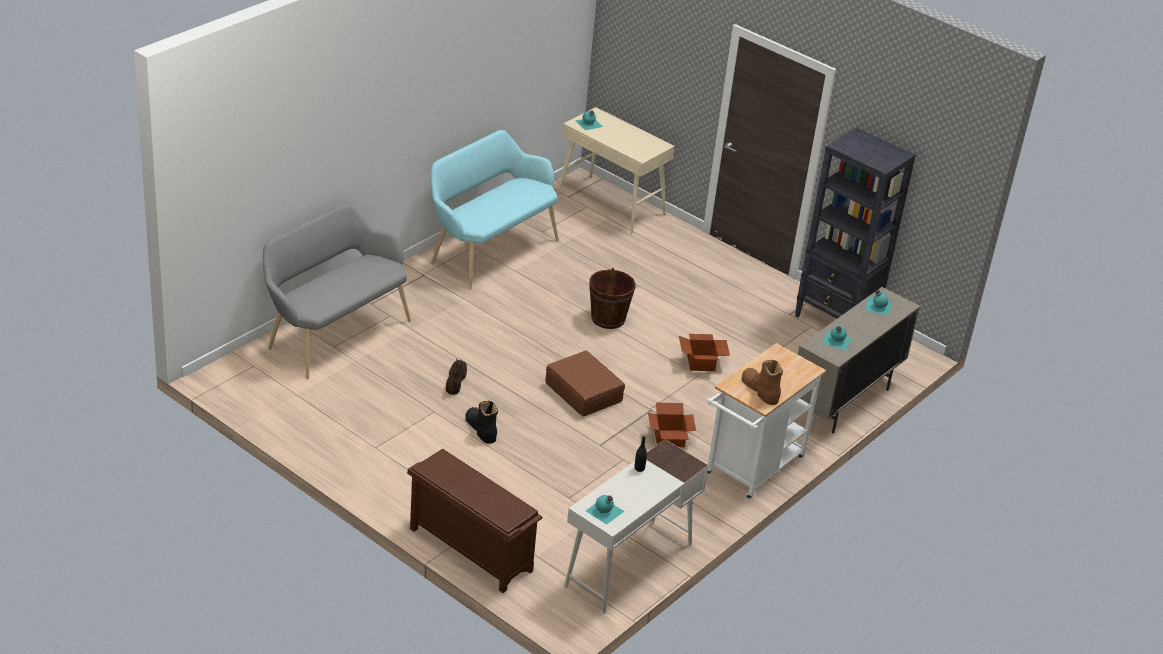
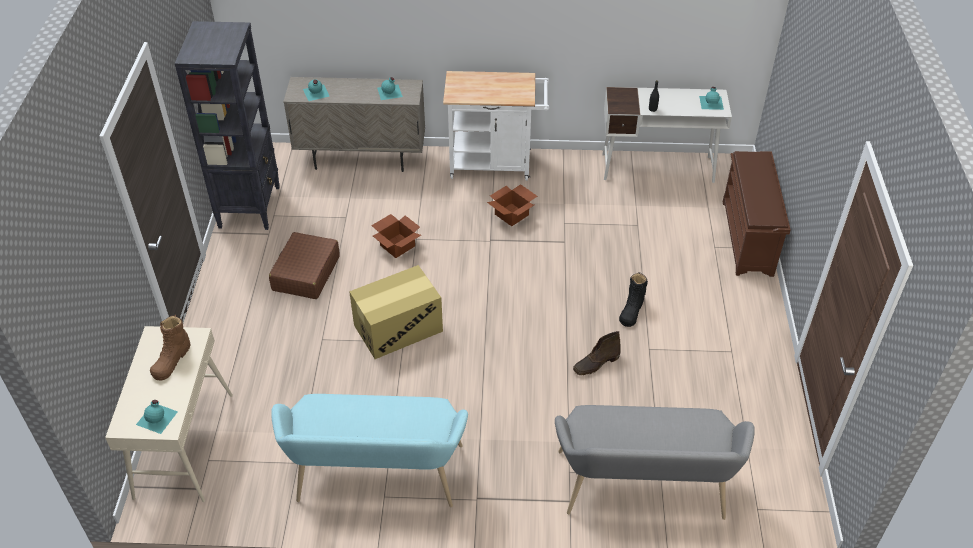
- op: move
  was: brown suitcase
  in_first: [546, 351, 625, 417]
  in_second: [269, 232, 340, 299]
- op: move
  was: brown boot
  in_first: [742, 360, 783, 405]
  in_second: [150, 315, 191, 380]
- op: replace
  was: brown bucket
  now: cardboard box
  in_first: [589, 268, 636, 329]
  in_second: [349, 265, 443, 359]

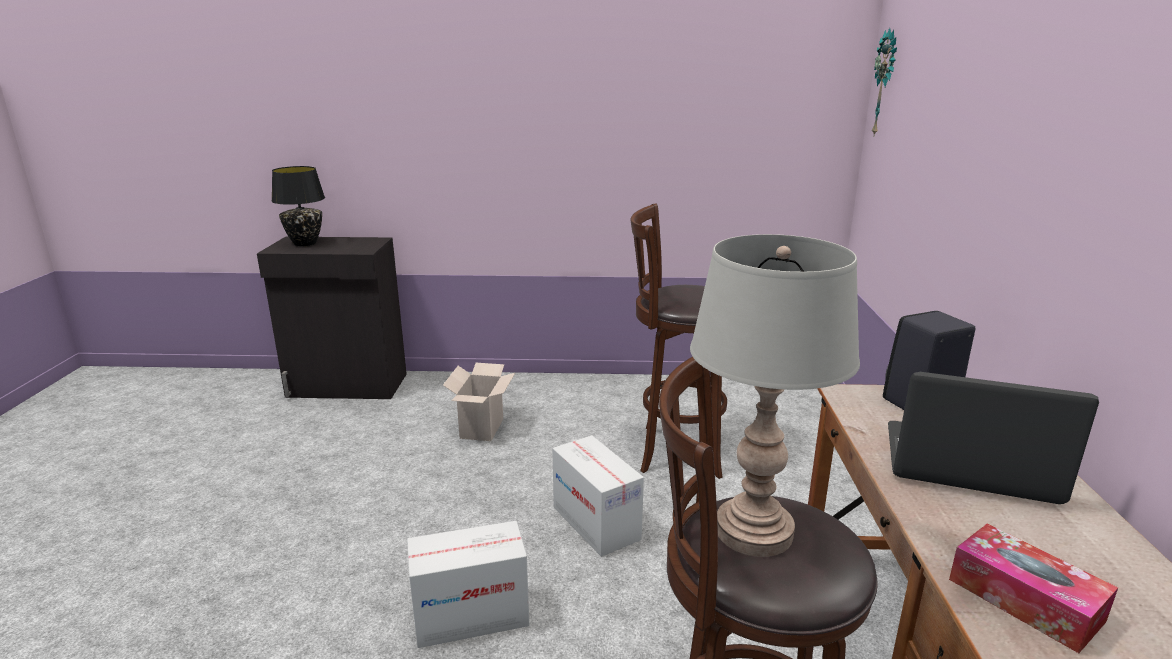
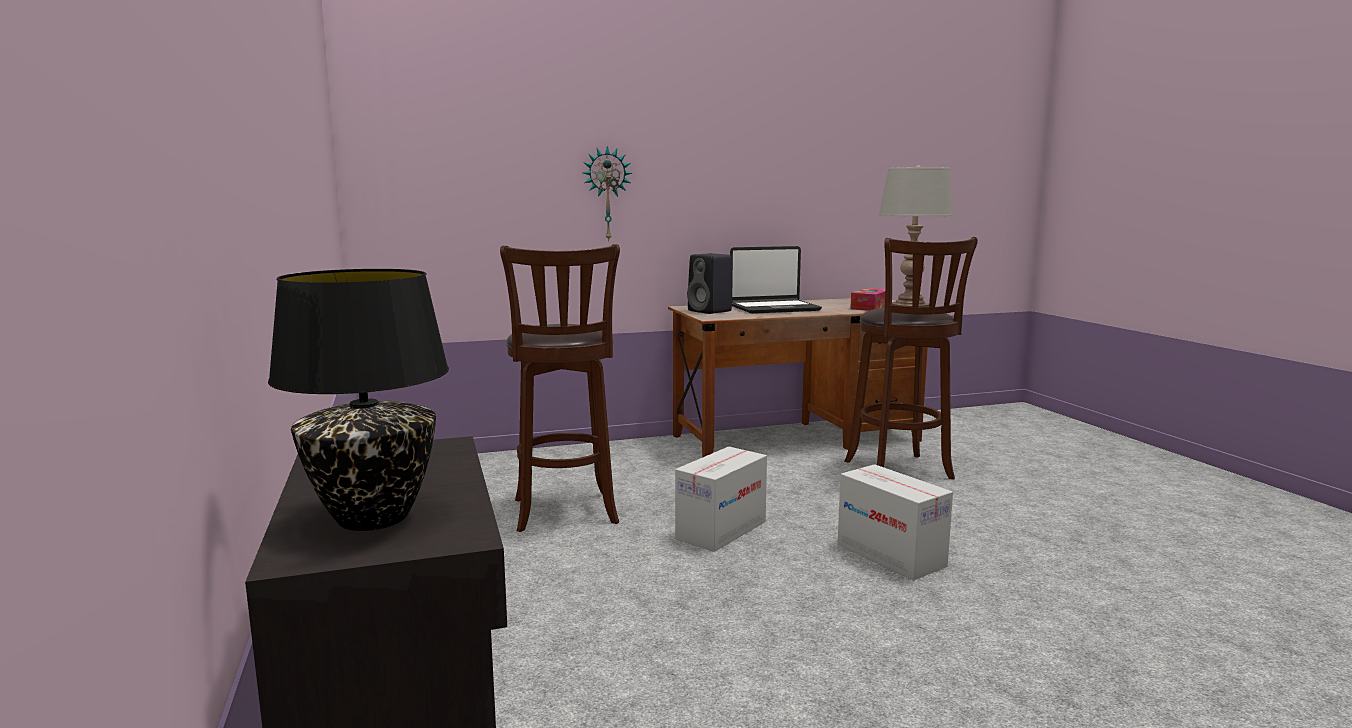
- op: delete
  was: cardboard box
  in_first: [443, 363, 515, 441]
- op: move
  was: wall clock
  in_first: [872, 28, 897, 135]
  in_second: [582, 146, 632, 242]
- op: rotate
  was: laptop
  in_first: [888, 372, 1099, 504]
  in_second: [730, 246, 822, 314]
  clockwise: -105

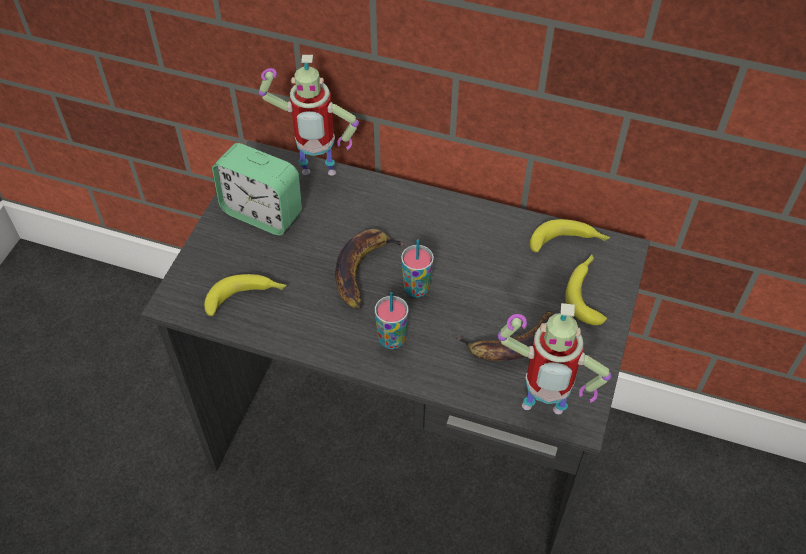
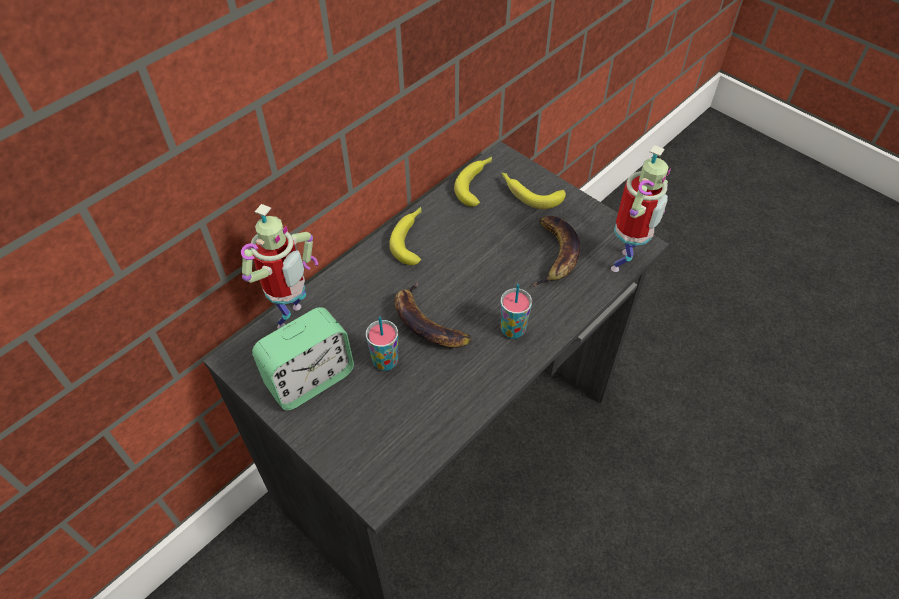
- op: move
  was: banana
  in_first: [204, 274, 287, 316]
  in_second: [389, 207, 422, 265]
- op: move
  was: cup
  in_first: [401, 239, 434, 298]
  in_second: [366, 316, 398, 371]

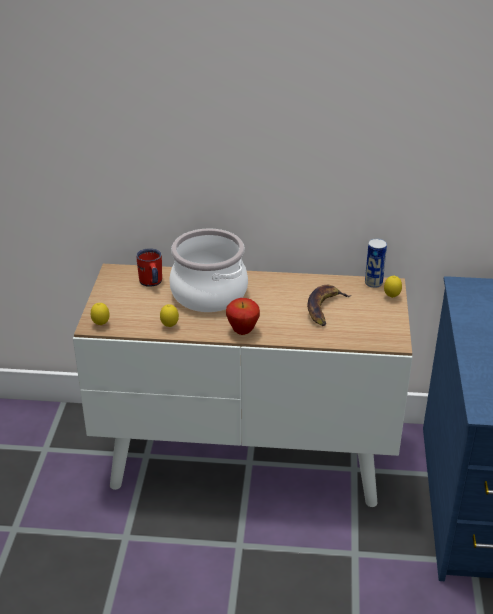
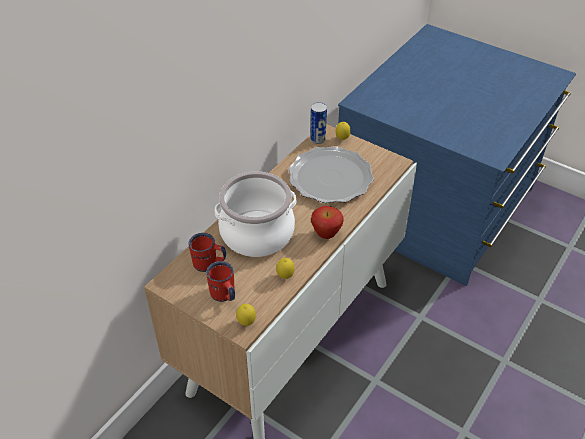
- op: insert
  now: red mug
  in_second: [206, 261, 235, 302]
- op: replace
  was: banana
  now: plate
  in_first: [307, 285, 351, 326]
  in_second: [288, 146, 374, 203]

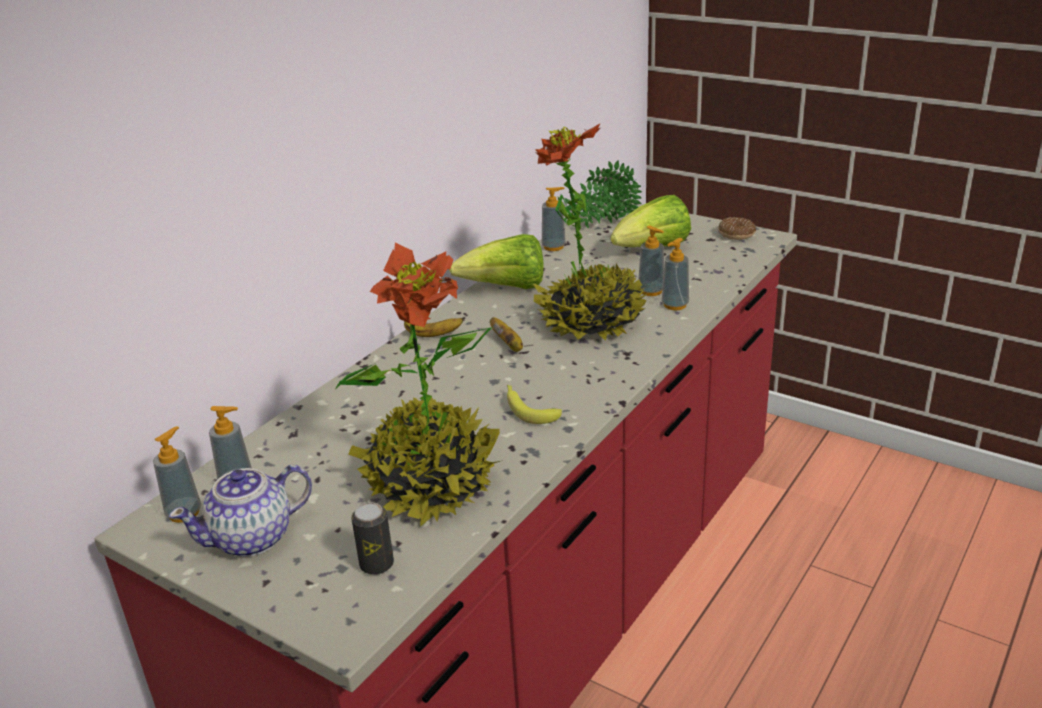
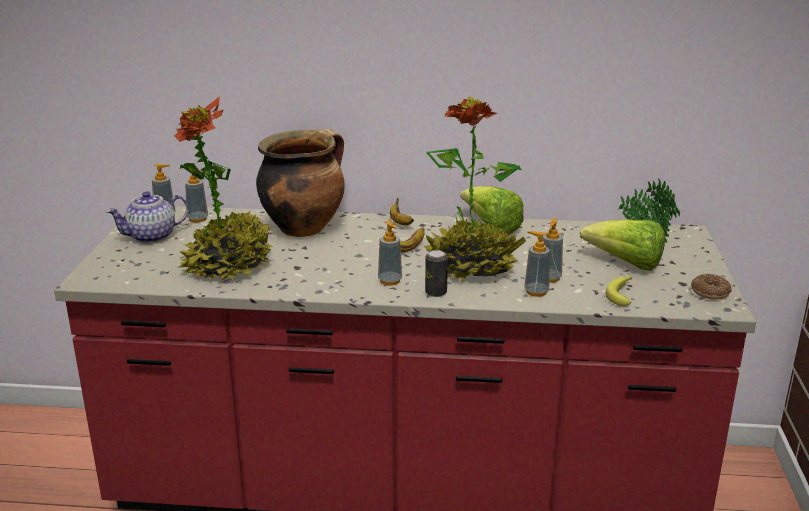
- op: insert
  now: cooking pot
  in_second: [256, 129, 345, 237]
- op: move
  was: can
  in_first: [351, 502, 394, 575]
  in_second: [425, 250, 448, 297]
- op: move
  was: banana
  in_first: [507, 385, 562, 424]
  in_second: [605, 275, 632, 306]
- op: move
  was: soap dispenser
  in_first: [542, 187, 566, 251]
  in_second: [378, 221, 402, 285]
- op: rotate
  was: teapot
  in_first: [169, 465, 312, 557]
  in_second: [106, 191, 189, 243]
  clockwise: -60

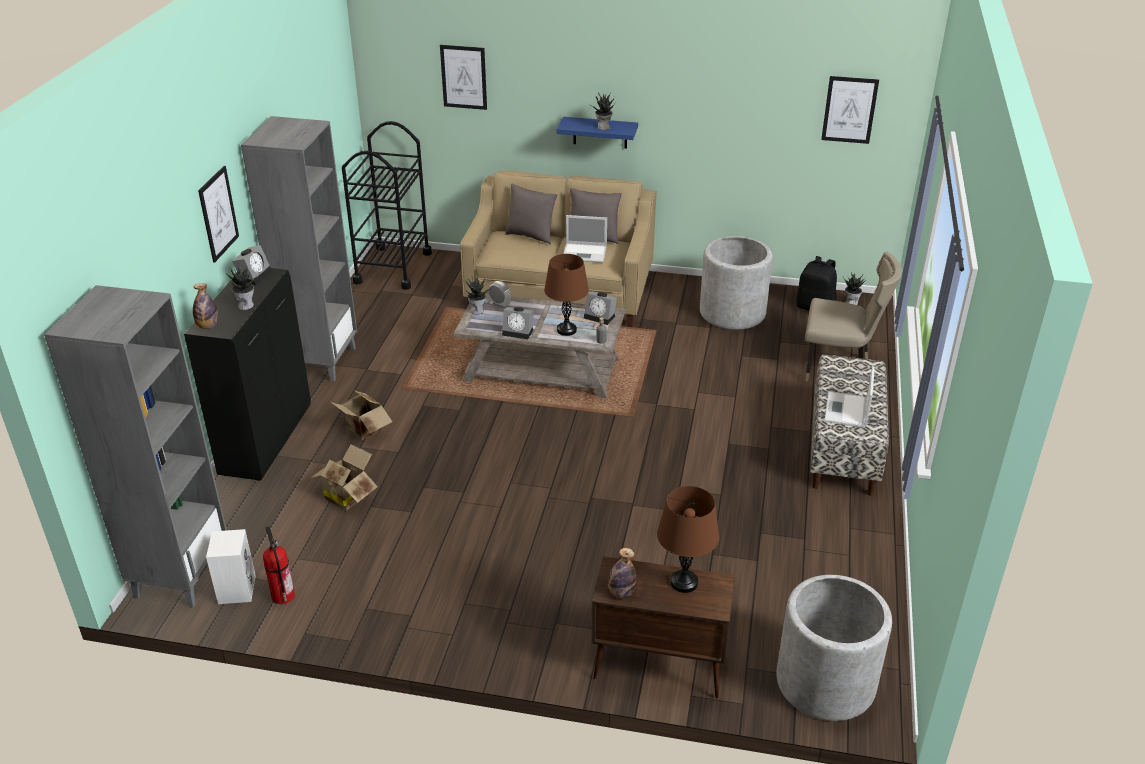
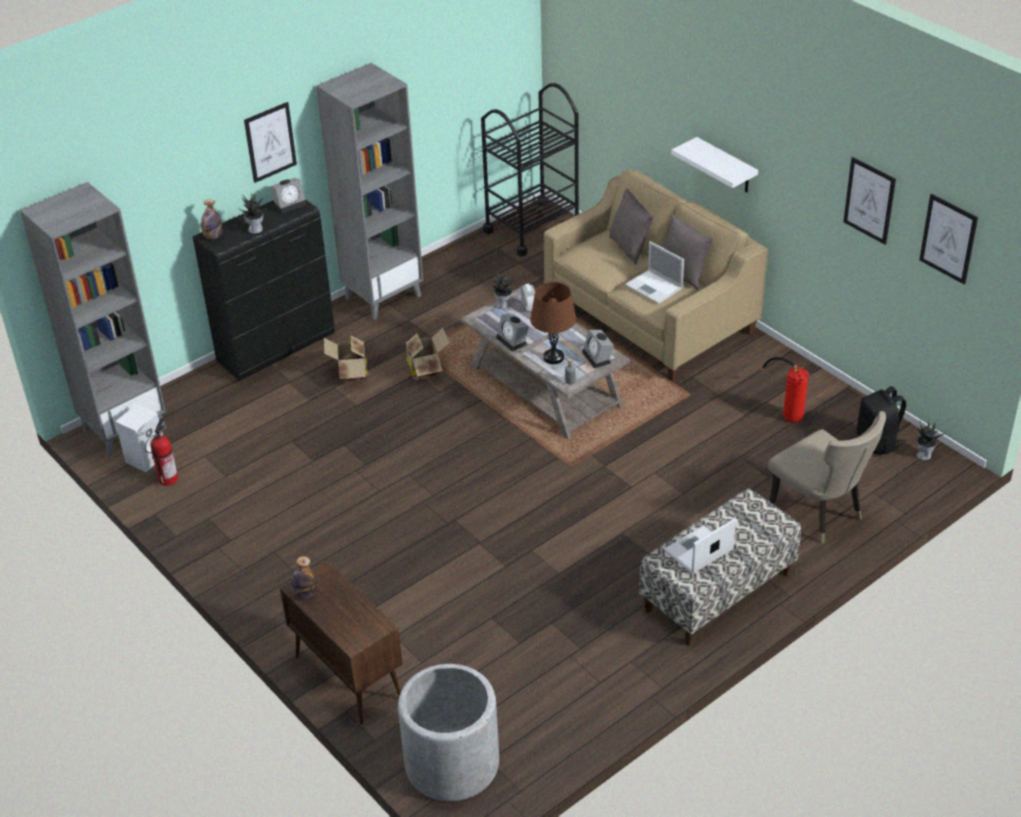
- op: delete
  was: potted plant
  in_first: [592, 92, 615, 130]
- op: delete
  was: brown table lamp
  in_first: [657, 486, 719, 593]
- op: move
  was: cardboard box
  in_first: [311, 444, 378, 510]
  in_second: [404, 328, 450, 380]
- op: move
  was: picture
  in_first: [440, 45, 487, 110]
  in_second: [843, 157, 896, 245]
- op: replace
  was: grey planter
  now: fire extinguisher
  in_first: [700, 236, 773, 330]
  in_second: [761, 357, 810, 423]
- op: recolor
  was: blue shelf
  now: white shelf
  in_first: [556, 117, 638, 149]
  in_second: [671, 137, 758, 193]

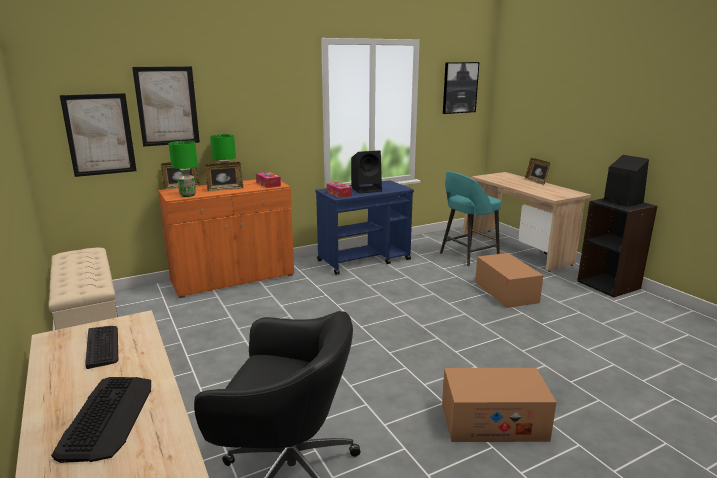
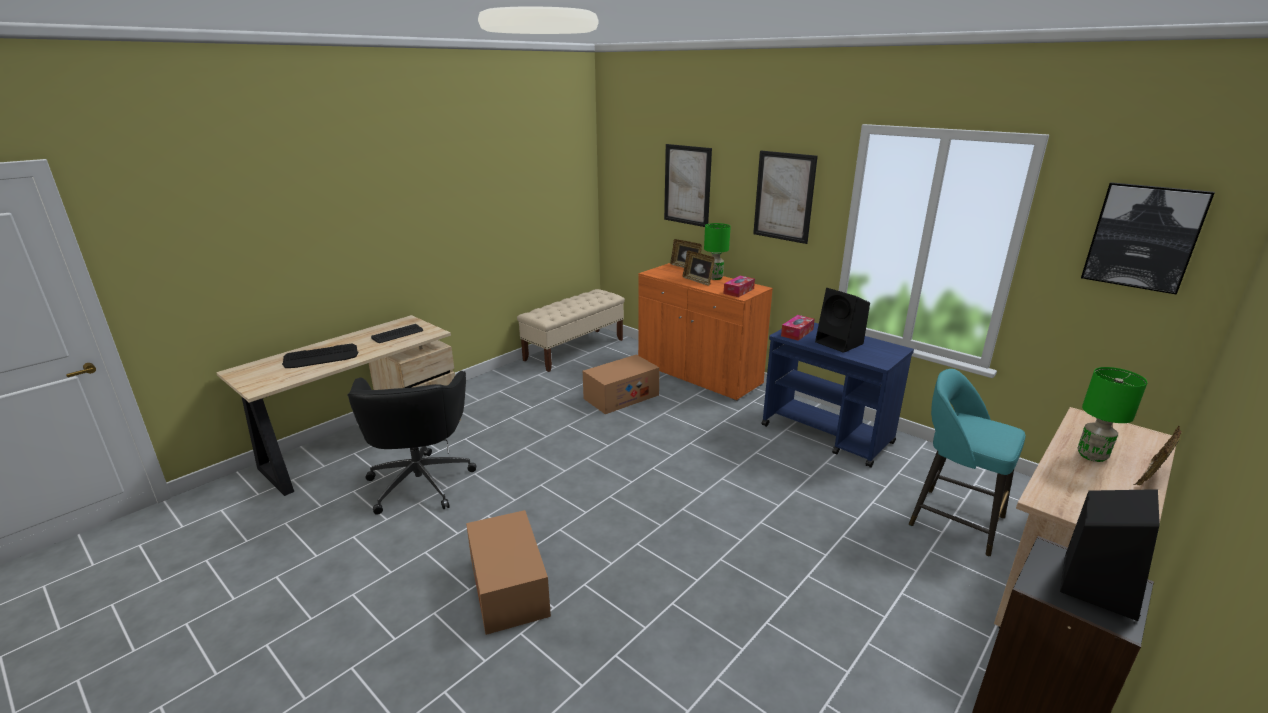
- op: move
  was: picture
  in_first: [60, 93, 137, 177]
  in_second: [753, 151, 818, 244]
- op: move
  was: green table lamp
  in_first: [169, 141, 198, 197]
  in_second: [1077, 367, 1148, 462]
- op: move
  was: cardboard box
  in_first: [475, 253, 544, 308]
  in_second: [583, 355, 660, 414]

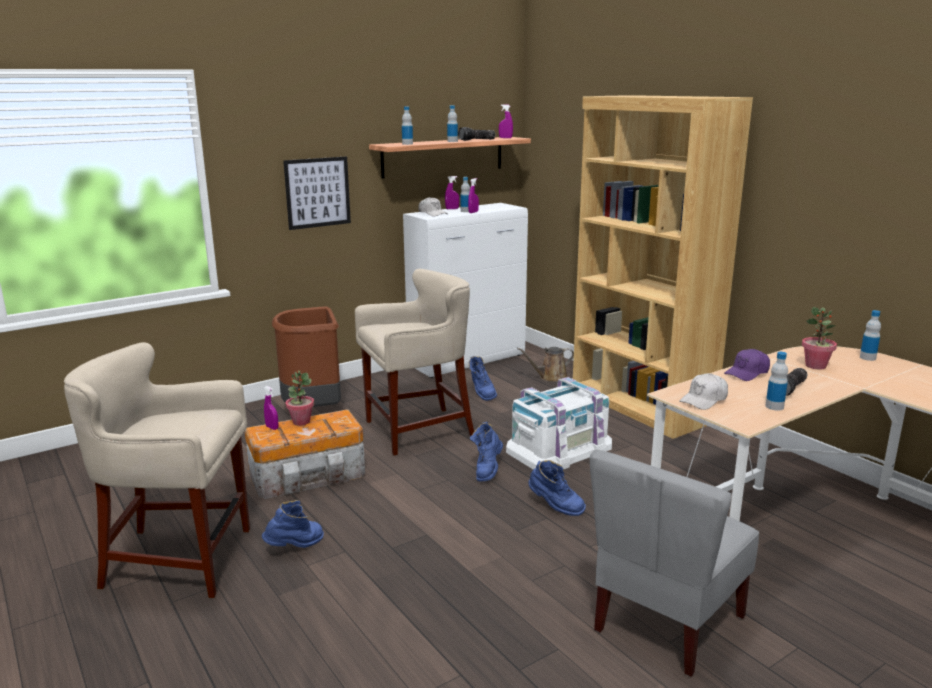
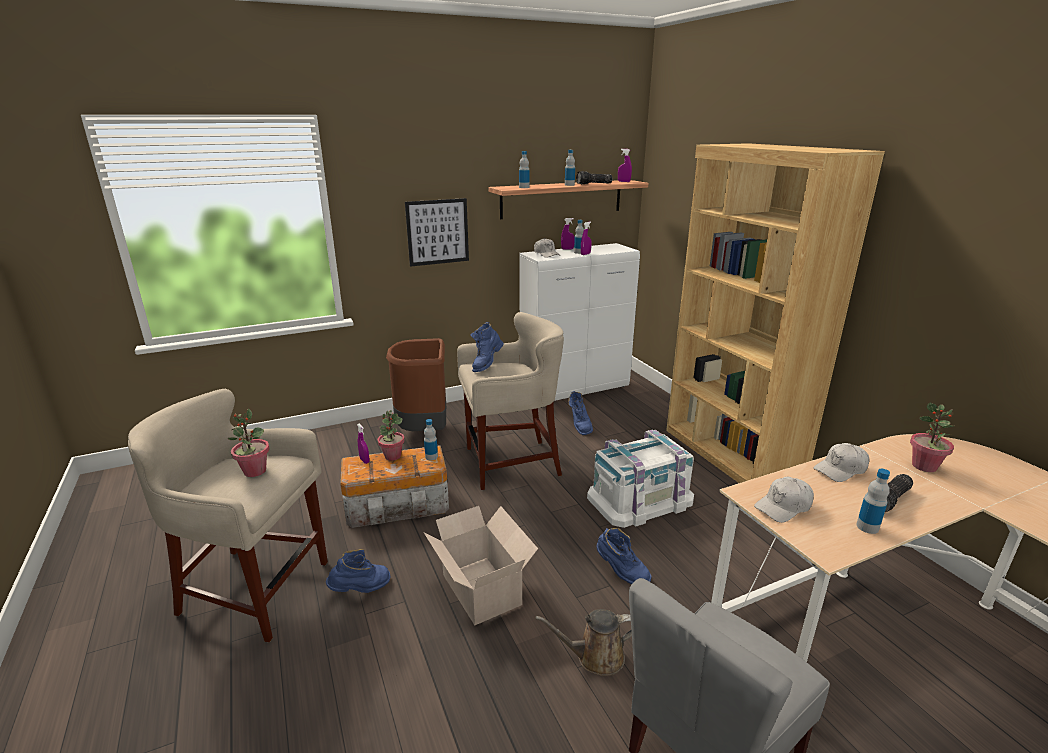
- op: insert
  now: potted plant
  in_second: [228, 409, 270, 477]
- op: insert
  now: cardboard box
  in_second: [423, 506, 538, 625]
- op: move
  was: blue boot
  in_first: [470, 422, 503, 482]
  in_second: [470, 322, 504, 372]
- op: move
  was: brown watering can
  in_first: [517, 347, 574, 382]
  in_second: [535, 609, 632, 676]
- op: move
  was: bottle
  in_first: [860, 310, 881, 361]
  in_second: [424, 419, 438, 460]
- op: recolor
  was: purple cap
  now: white cap
  in_first: [724, 349, 770, 381]
  in_second: [813, 443, 869, 482]

